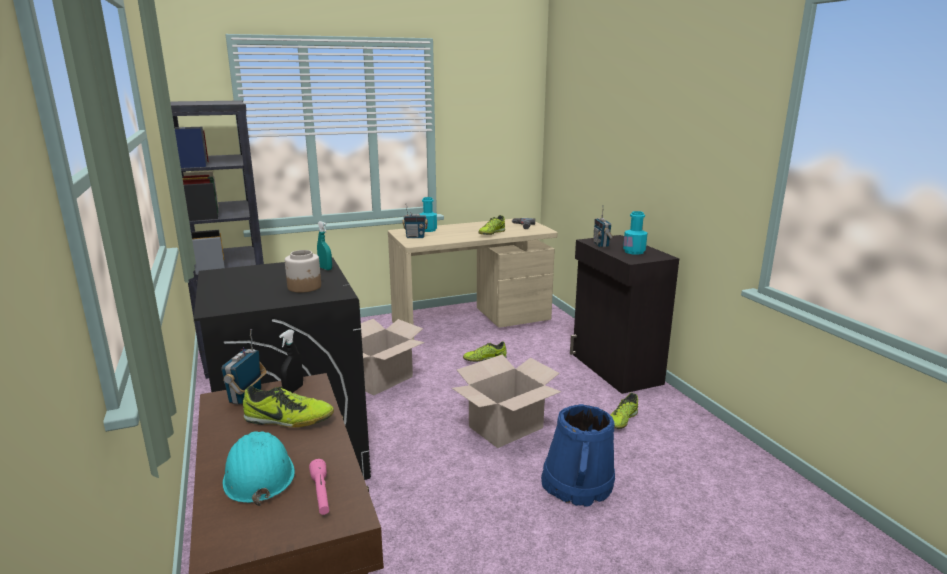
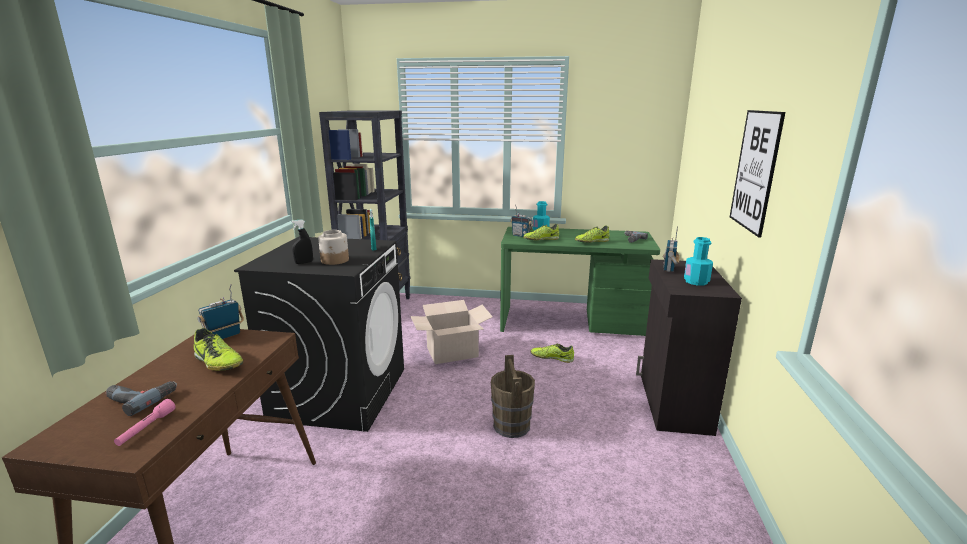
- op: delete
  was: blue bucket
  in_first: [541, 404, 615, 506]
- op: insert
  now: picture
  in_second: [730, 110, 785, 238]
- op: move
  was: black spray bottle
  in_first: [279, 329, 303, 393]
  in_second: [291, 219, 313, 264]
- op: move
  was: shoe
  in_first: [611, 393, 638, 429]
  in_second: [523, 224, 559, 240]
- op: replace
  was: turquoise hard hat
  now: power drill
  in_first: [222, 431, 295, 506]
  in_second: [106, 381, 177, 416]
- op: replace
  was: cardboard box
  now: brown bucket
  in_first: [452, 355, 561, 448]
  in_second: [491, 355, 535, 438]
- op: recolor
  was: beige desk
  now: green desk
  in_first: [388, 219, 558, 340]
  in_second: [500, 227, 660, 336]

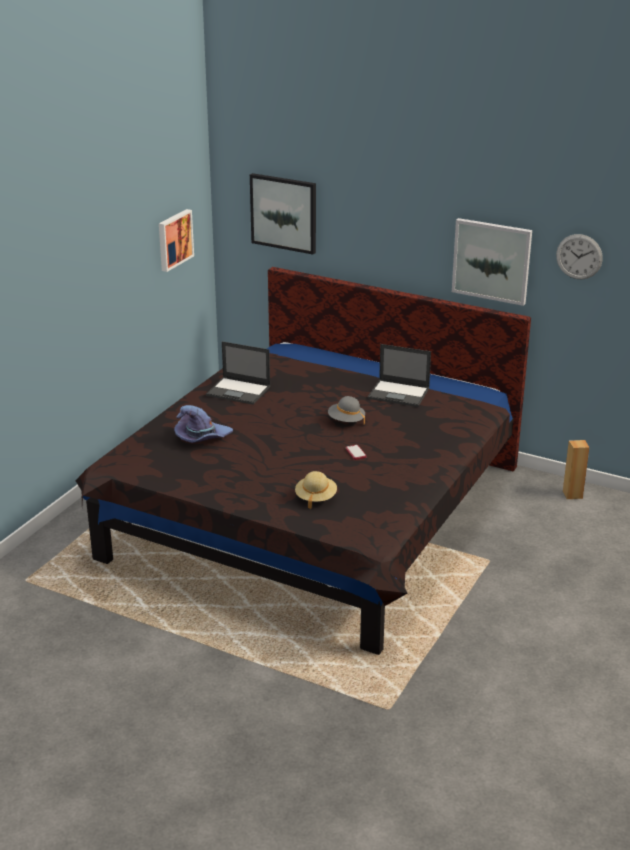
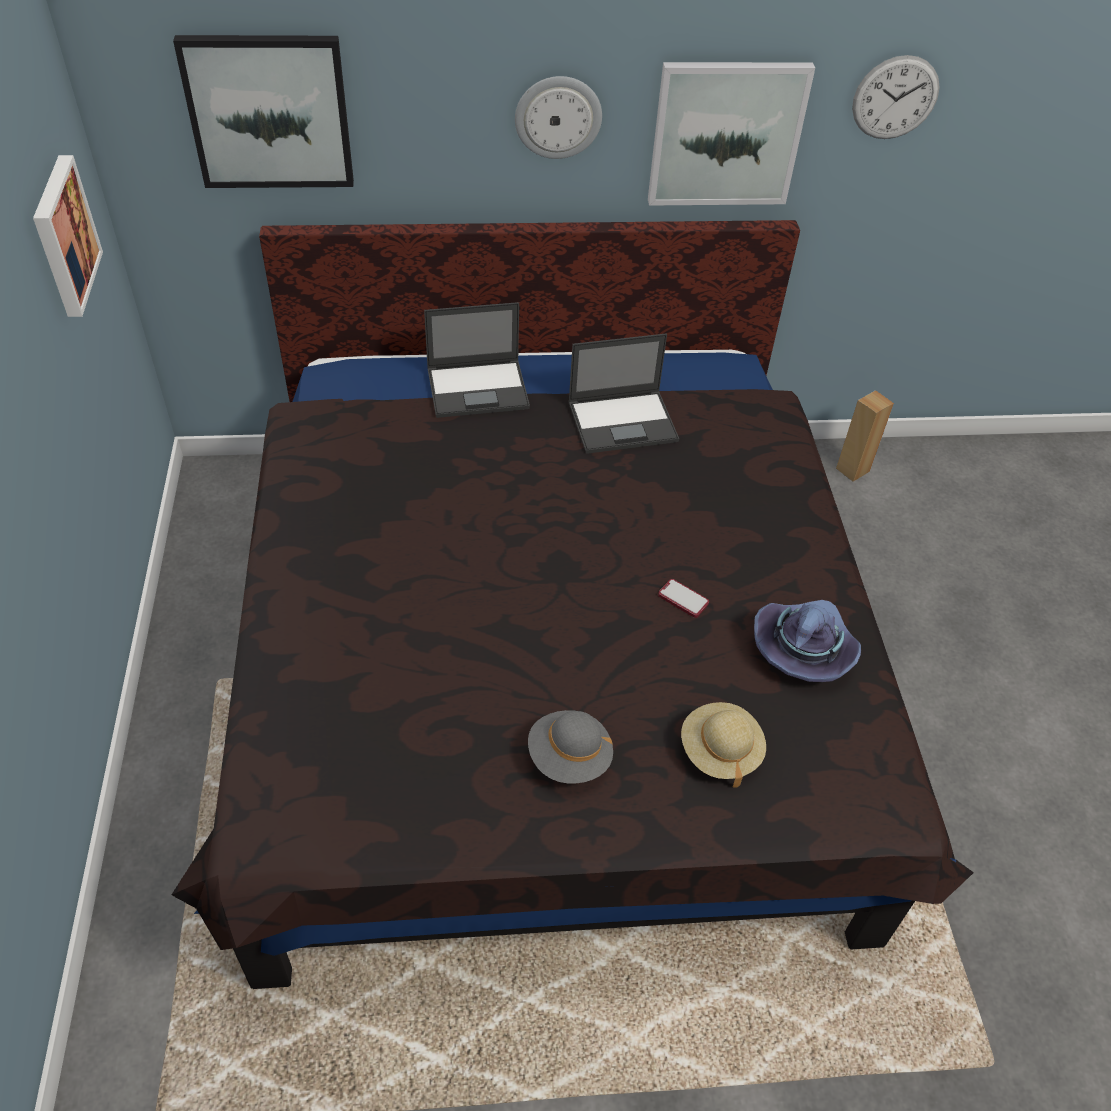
- op: insert
  now: wall clock
  in_second: [515, 76, 602, 159]
- op: move
  was: purple hat
  in_first: [174, 405, 233, 443]
  in_second: [754, 600, 861, 682]
- op: move
  was: laptop
  in_first: [206, 341, 270, 405]
  in_second: [424, 302, 530, 418]
- op: move
  was: grey hat
  in_first: [328, 396, 365, 424]
  in_second: [528, 710, 613, 784]

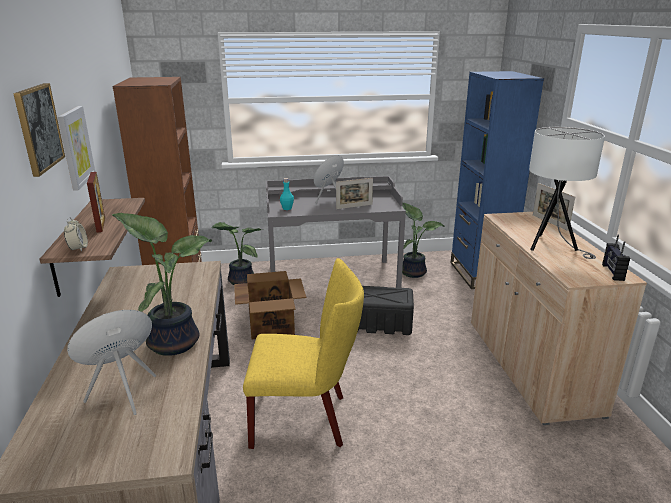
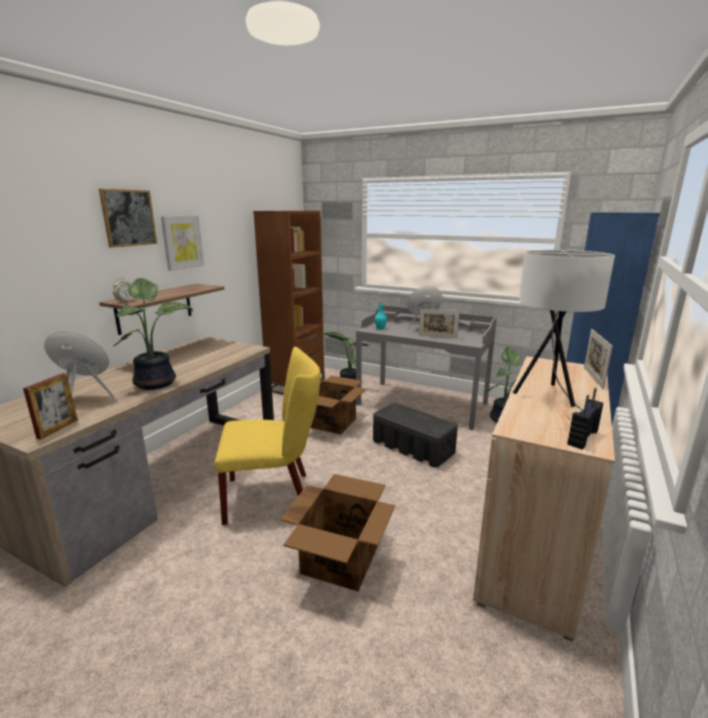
- op: insert
  now: cardboard box
  in_second: [280, 474, 395, 591]
- op: move
  was: picture frame
  in_first: [87, 172, 105, 233]
  in_second: [23, 373, 78, 439]
- op: rotate
  was: yellow chair
  in_first: [243, 258, 364, 449]
  in_second: [214, 347, 321, 525]
  clockwise: -45

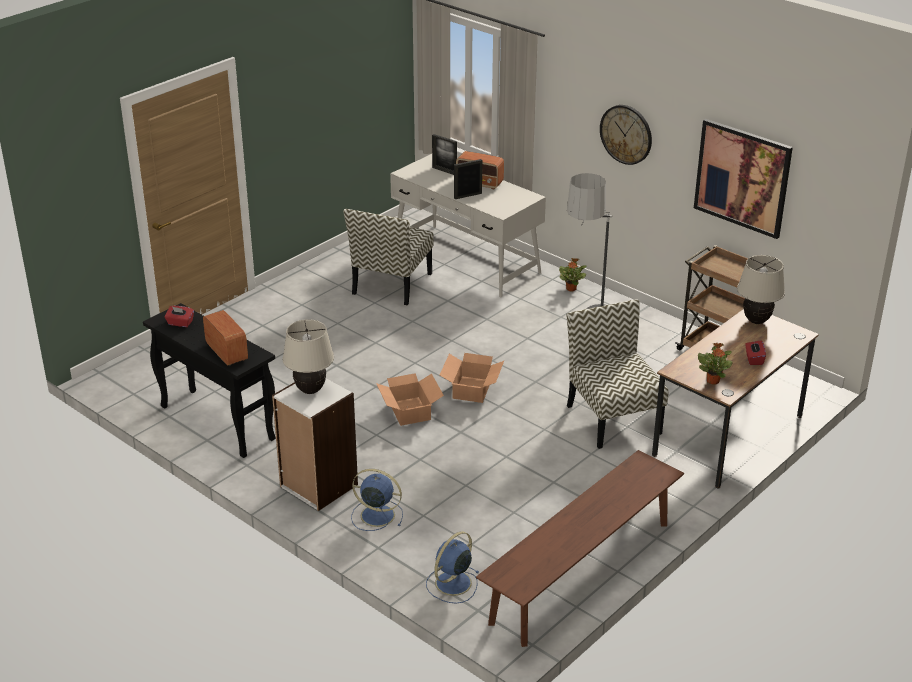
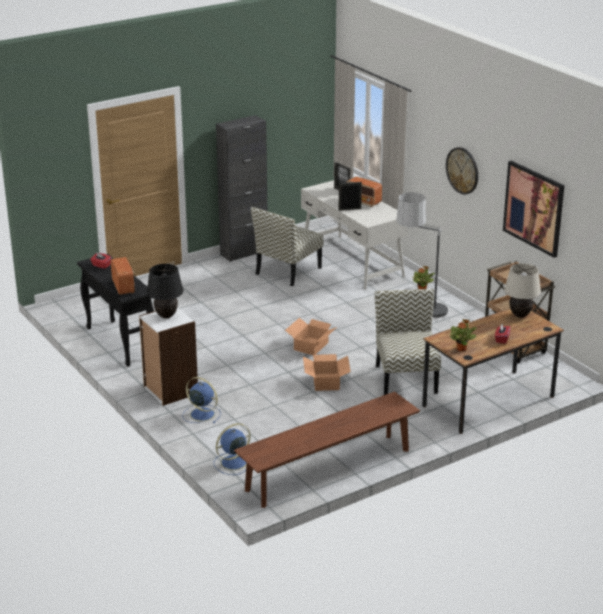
- op: insert
  now: black cabinet
  in_second: [216, 115, 267, 262]
- op: move
  was: cardboard box
  in_first: [376, 373, 444, 426]
  in_second: [303, 354, 351, 391]
- op: recolor
  was: beige table lamp
  now: black table lamp
  in_first: [282, 319, 334, 394]
  in_second: [146, 264, 184, 318]

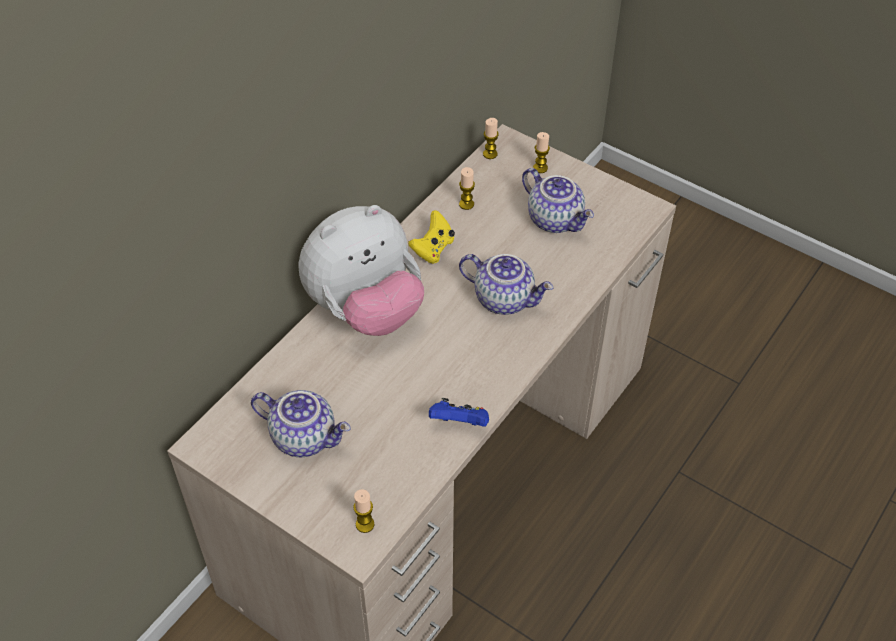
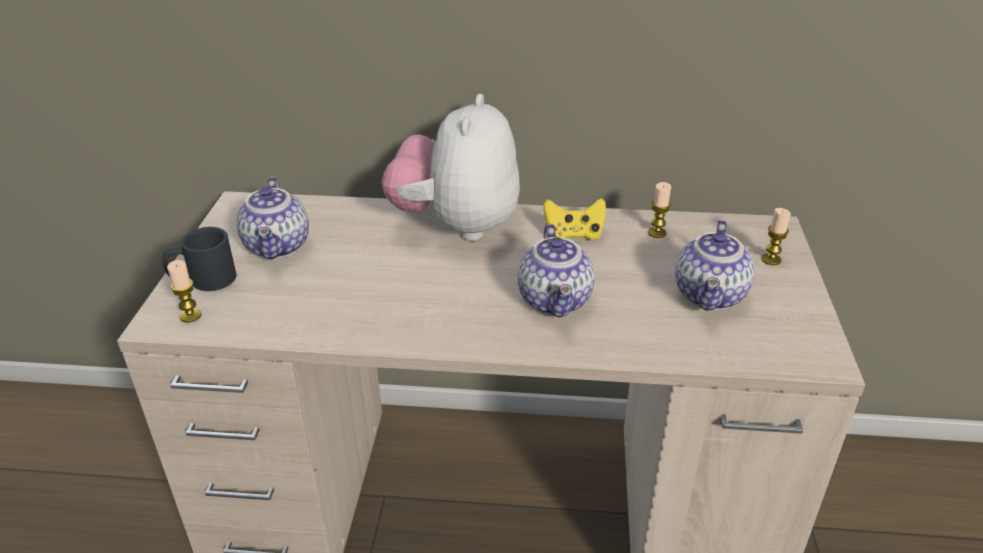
- op: delete
  was: blue game controller
  in_first: [429, 398, 489, 427]
- op: delete
  was: candle
  in_first: [483, 118, 499, 159]
- op: insert
  now: black mug
  in_second: [162, 227, 236, 291]
- op: rotate
  was: plush toy
  in_first: [299, 205, 424, 336]
  in_second: [382, 94, 520, 241]
  clockwise: 75

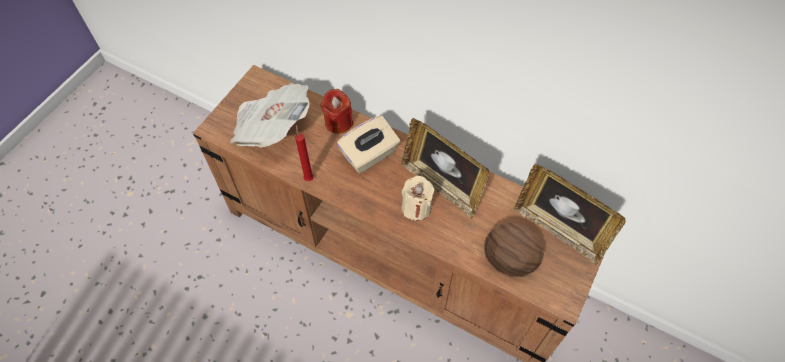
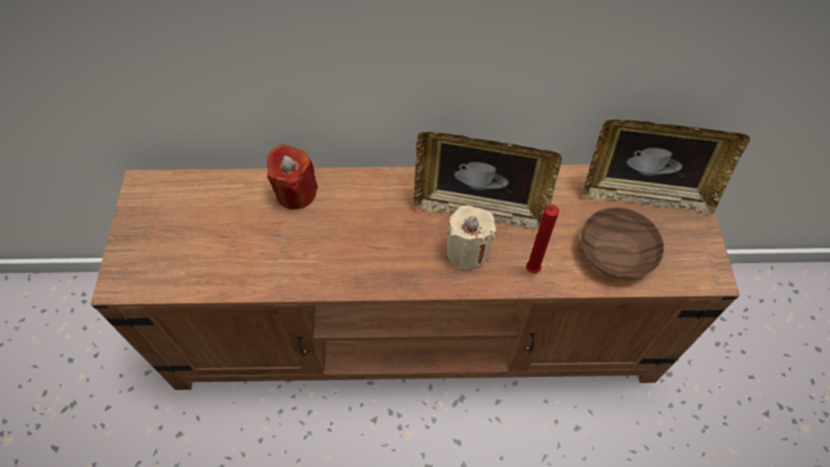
- op: delete
  was: newspaper
  in_first: [230, 83, 310, 148]
- op: delete
  was: beige tissue box
  in_first: [337, 115, 400, 173]
- op: move
  was: red candle
  in_first: [295, 125, 314, 181]
  in_second: [526, 194, 559, 273]

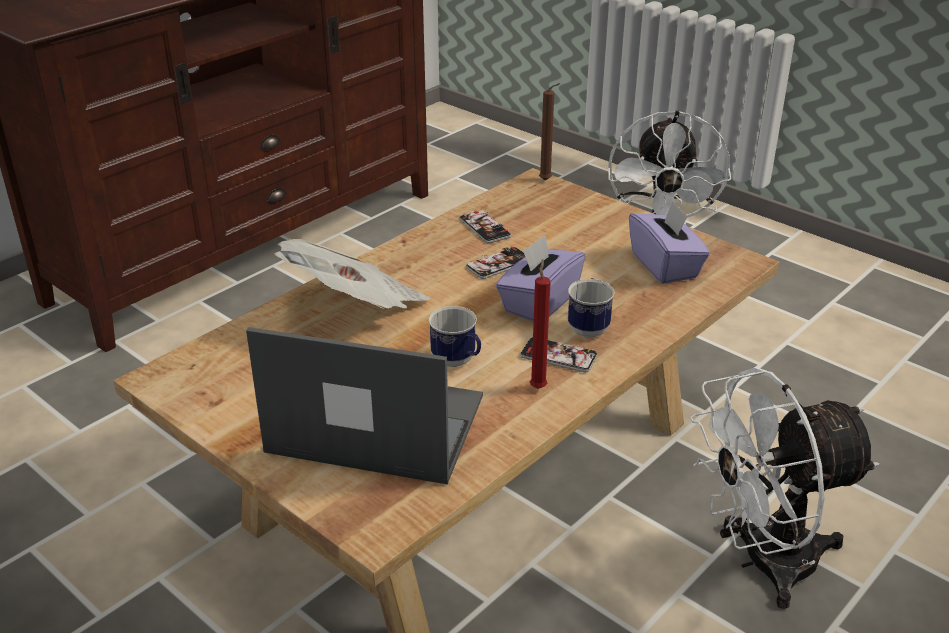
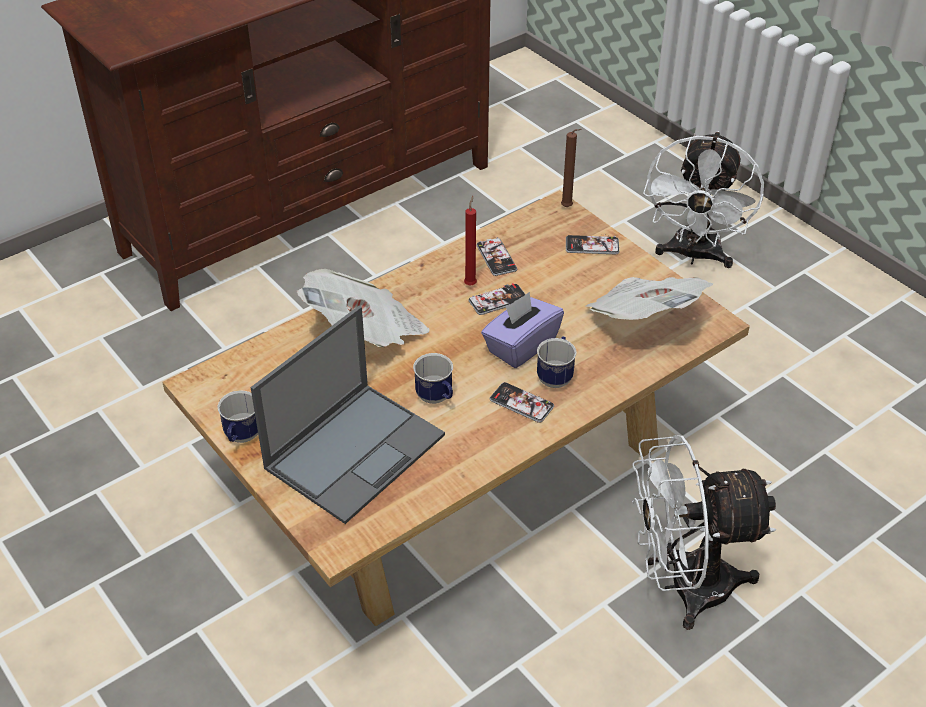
- op: insert
  now: mug
  in_second: [217, 390, 258, 443]
- op: insert
  now: phone
  in_second: [566, 235, 619, 254]
- op: move
  was: red candle
  in_first: [530, 259, 551, 389]
  in_second: [464, 196, 477, 286]
- op: replace
  was: purple tissue box
  now: newspaper
  in_first: [629, 202, 710, 284]
  in_second: [586, 277, 713, 320]
- op: rotate
  was: laptop
  in_first: [246, 327, 483, 484]
  in_second: [251, 306, 445, 524]
  clockwise: 105

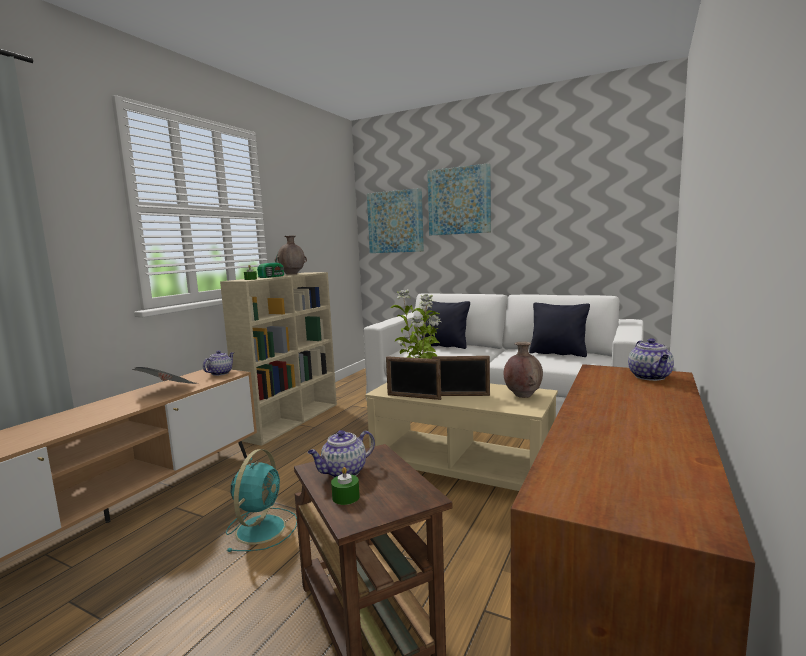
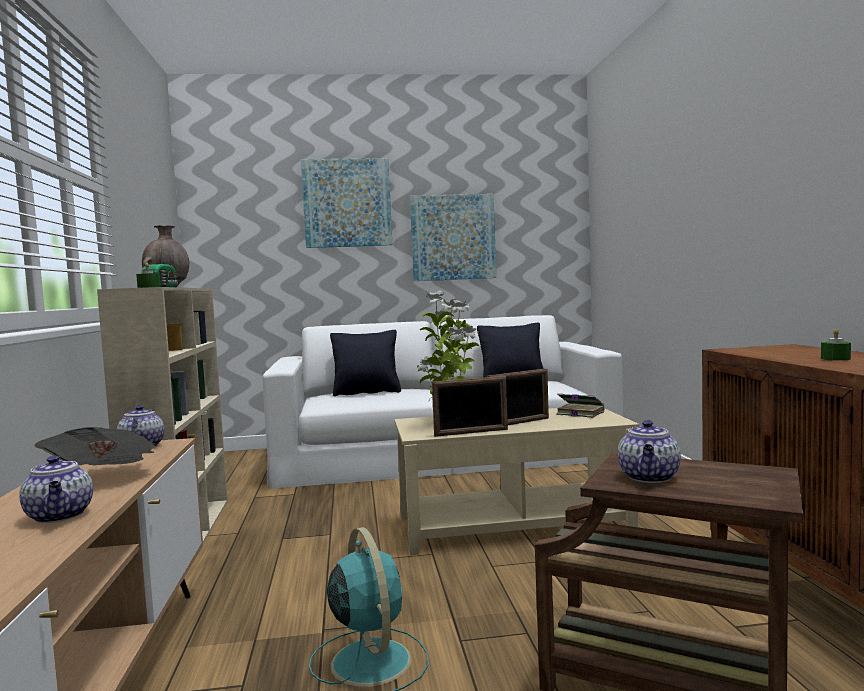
- op: move
  was: green candle
  in_first: [331, 467, 360, 505]
  in_second: [821, 329, 851, 361]
- op: move
  was: picture
  in_first: [367, 188, 424, 253]
  in_second: [410, 194, 496, 281]
- op: move
  was: teapot
  in_first: [628, 338, 674, 381]
  in_second: [19, 455, 93, 523]
- op: replace
  was: brown vase
  now: book
  in_first: [504, 342, 543, 398]
  in_second: [557, 393, 604, 418]

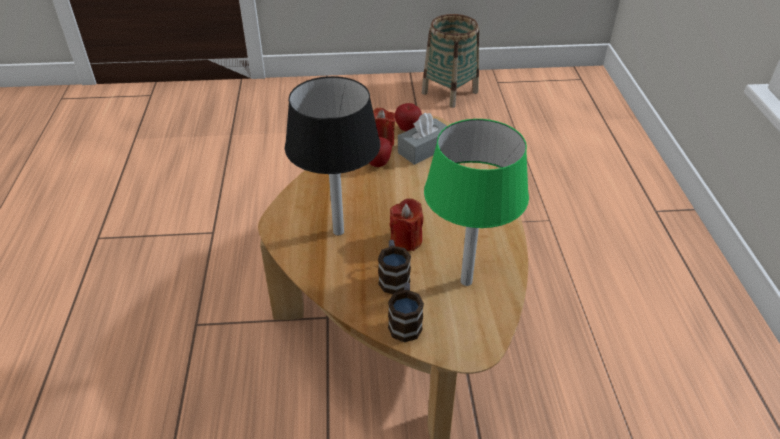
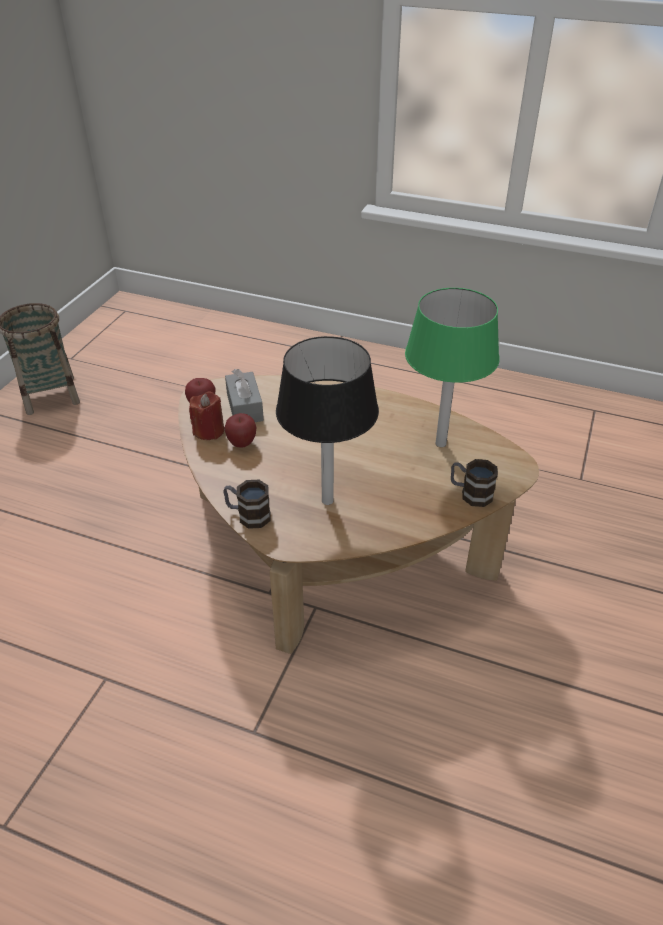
- op: delete
  was: red candle
  in_first: [390, 198, 423, 251]
- op: move
  was: mug
  in_first: [378, 240, 411, 294]
  in_second: [223, 480, 271, 529]

